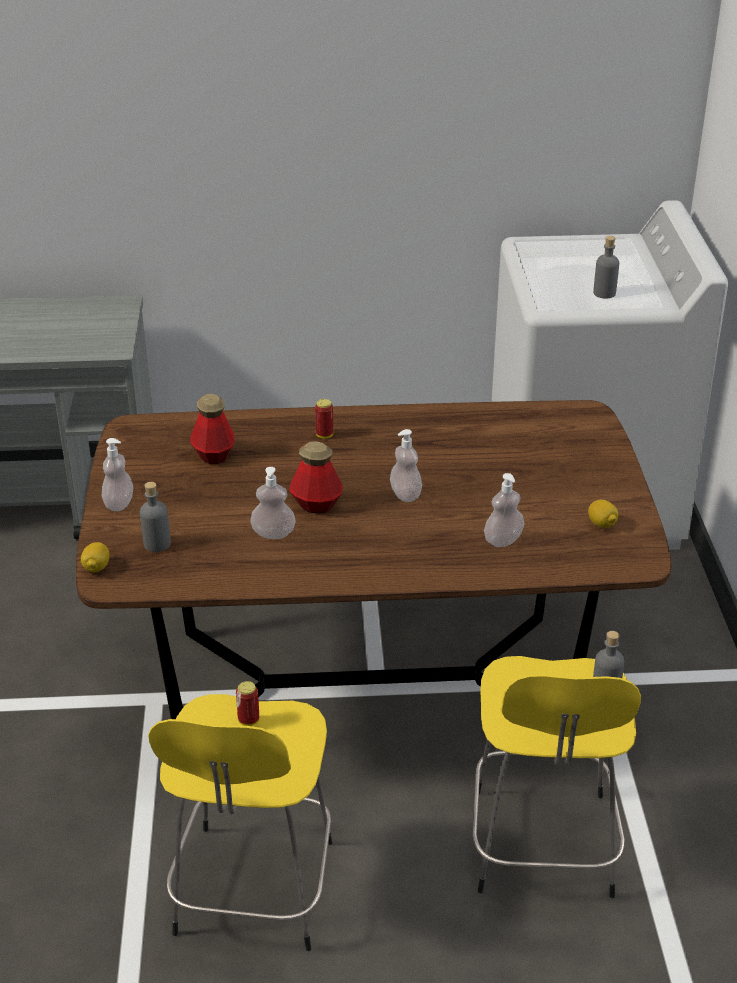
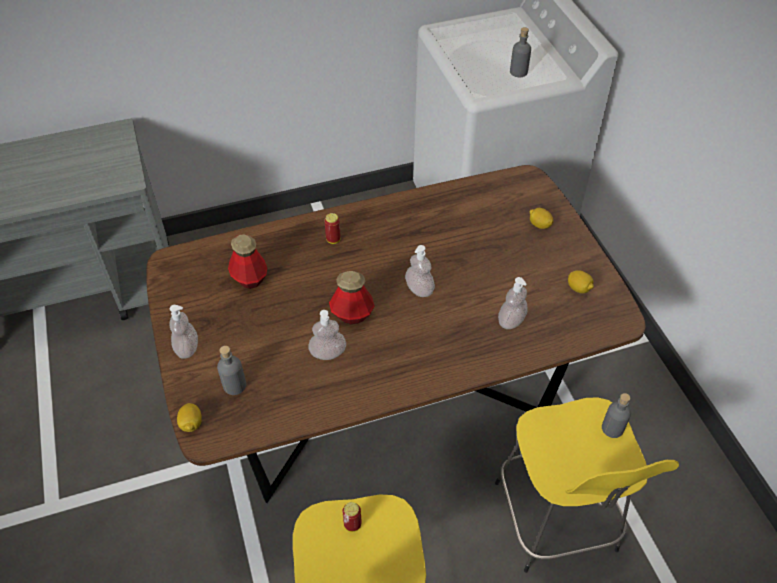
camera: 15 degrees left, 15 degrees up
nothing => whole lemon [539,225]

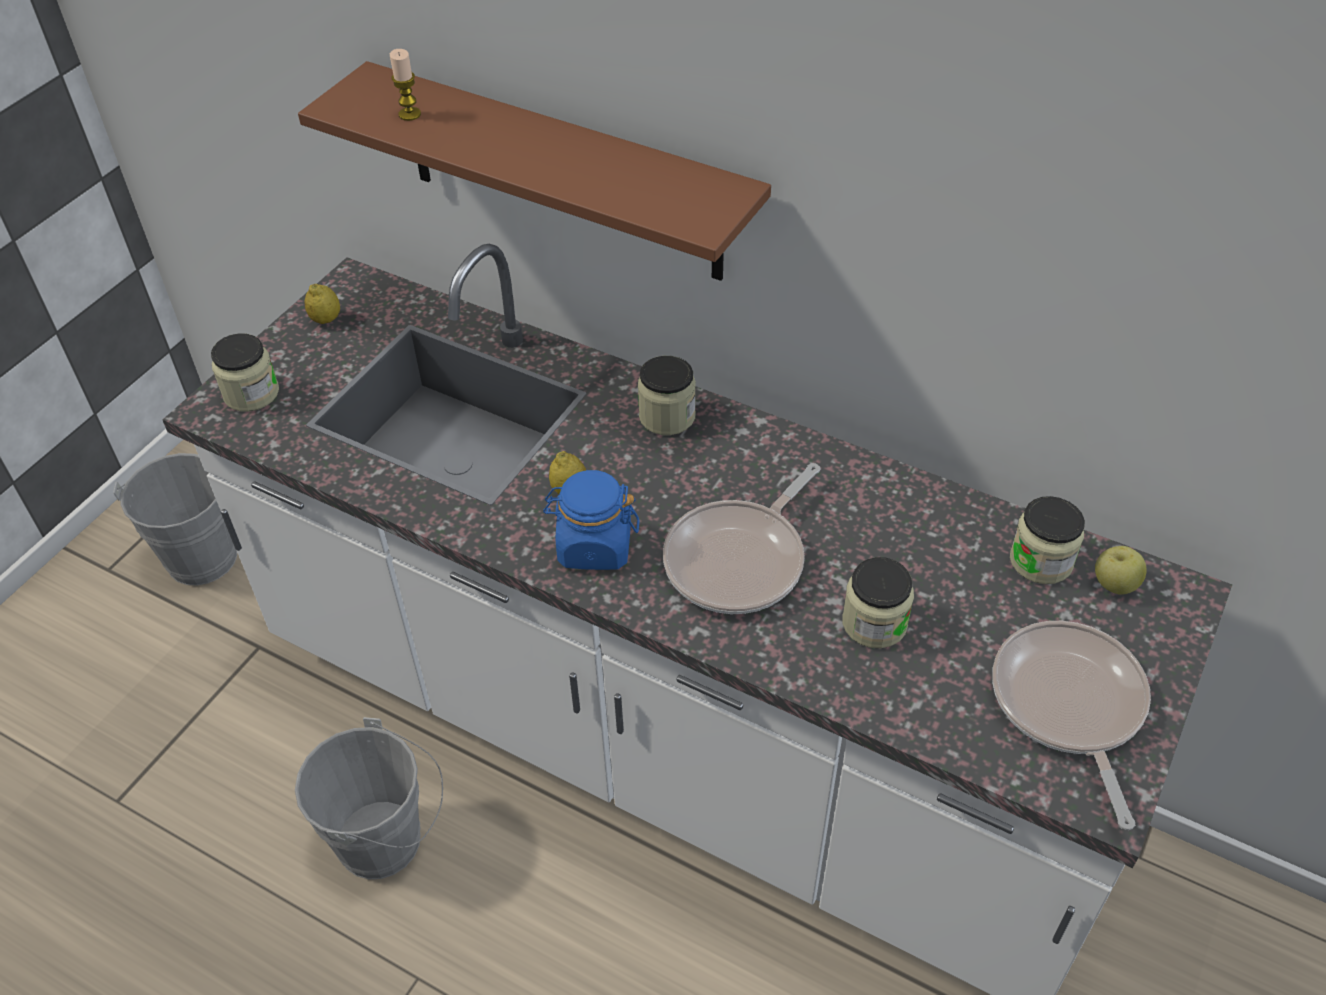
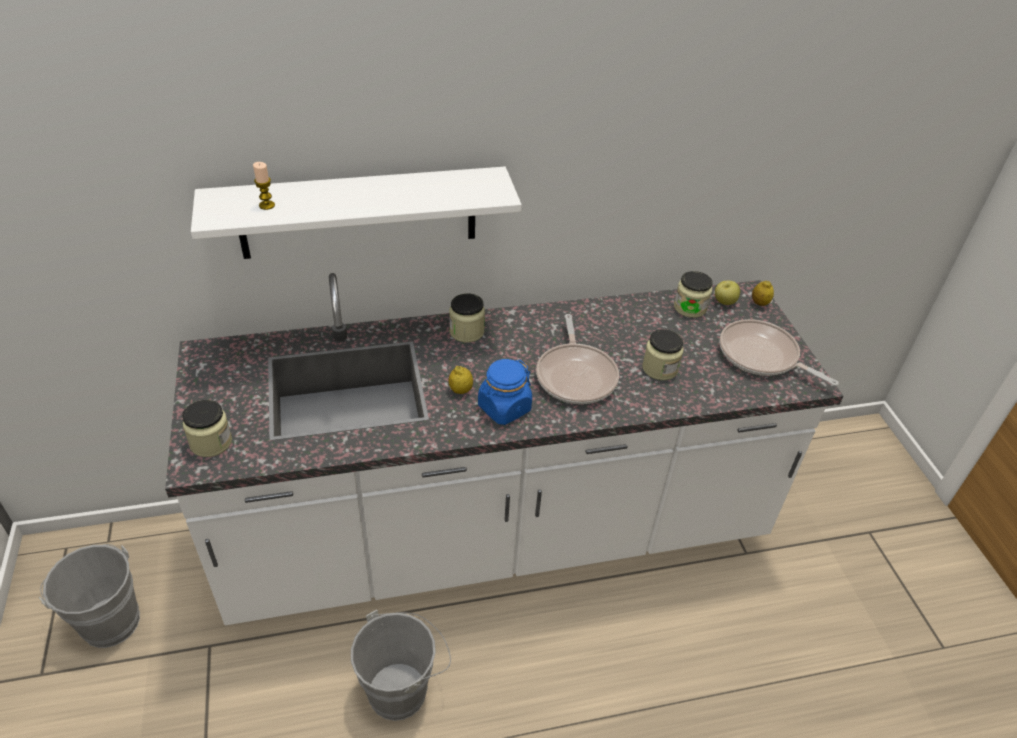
camera: 45 degrees left, 5 degrees down
brownish bracket shelf [561,173] => white-coloured bracket shelf [358,213]
whole lemon [326,319] => whole lemon [759,303], move

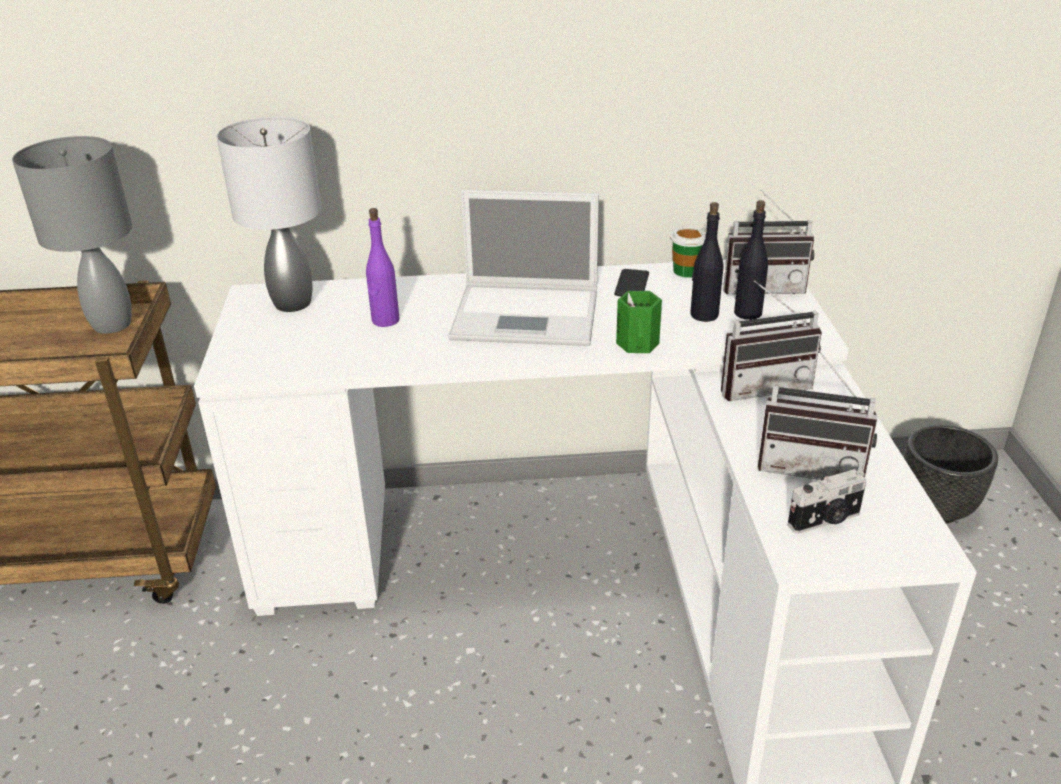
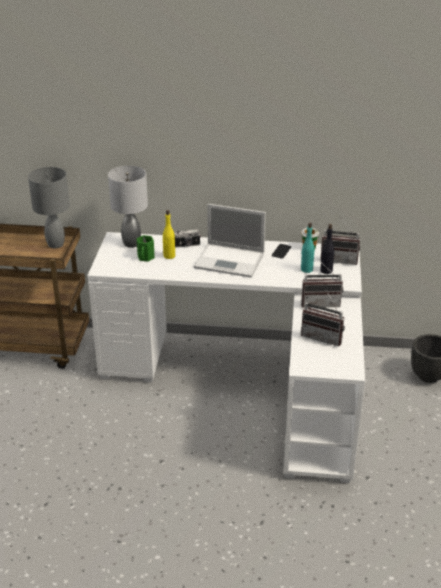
camera: 10 degrees right, 0 degrees up
green coffee mug [639,344] => green coffee mug [146,257], move
purplish drink bottle [385,320] => yellowish drink bottle [169,256]
still camera [825,520] => still camera [187,245], move
black drink bottle [704,315] => turquoise drink bottle [306,269]

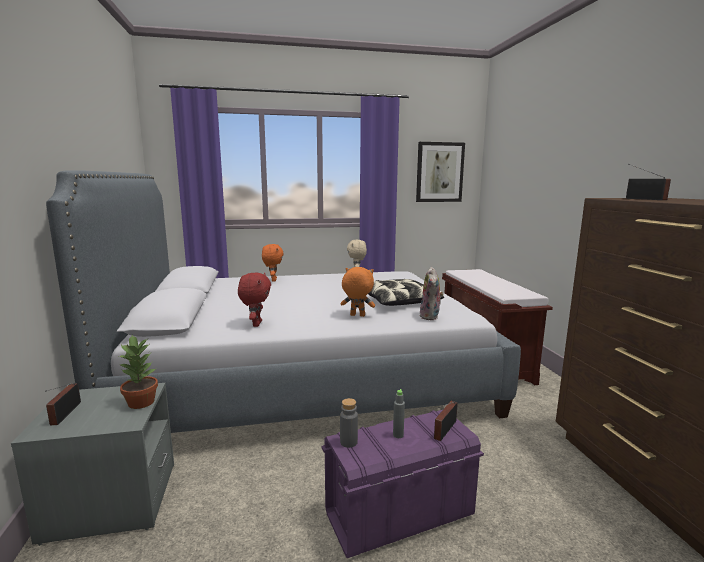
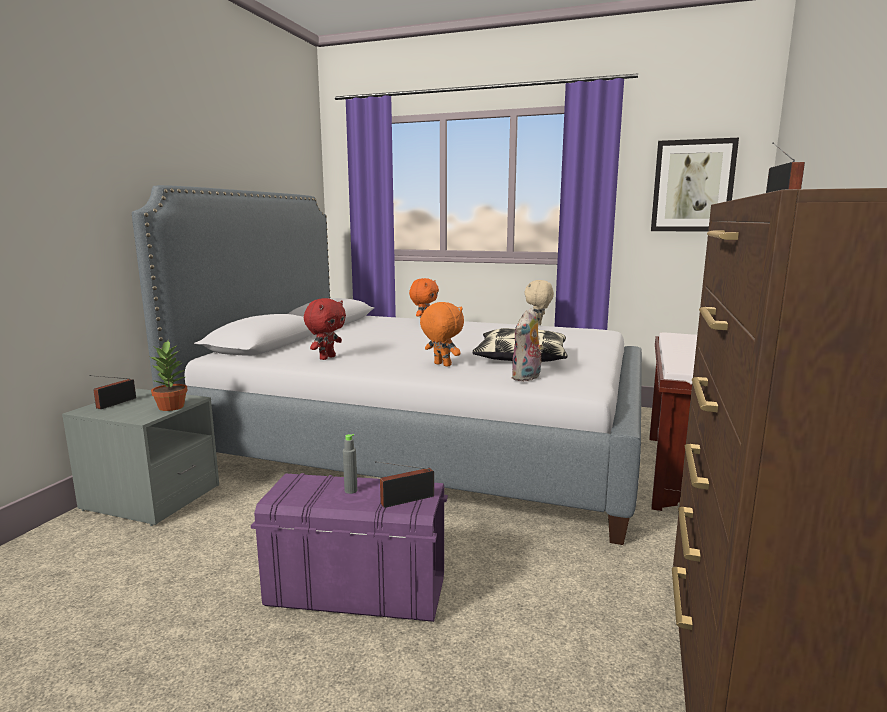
camera: 30 degrees right, 0 degrees up
gray drink bottle [348,442] => nothing

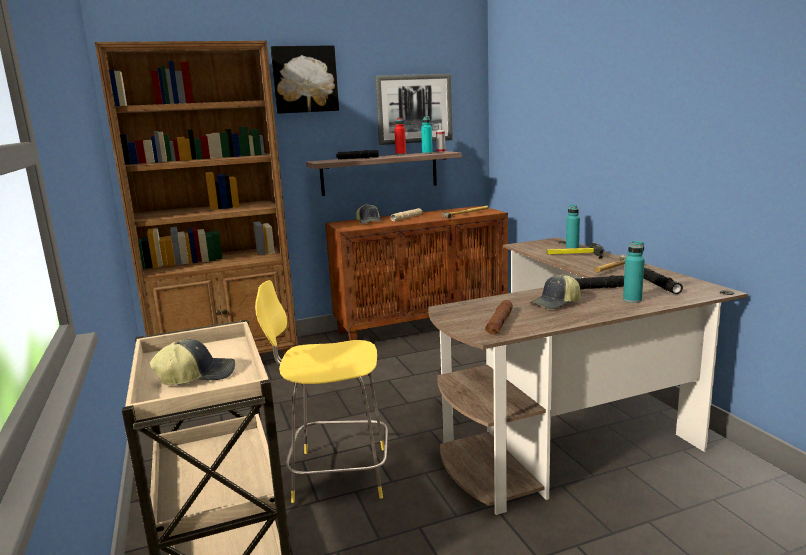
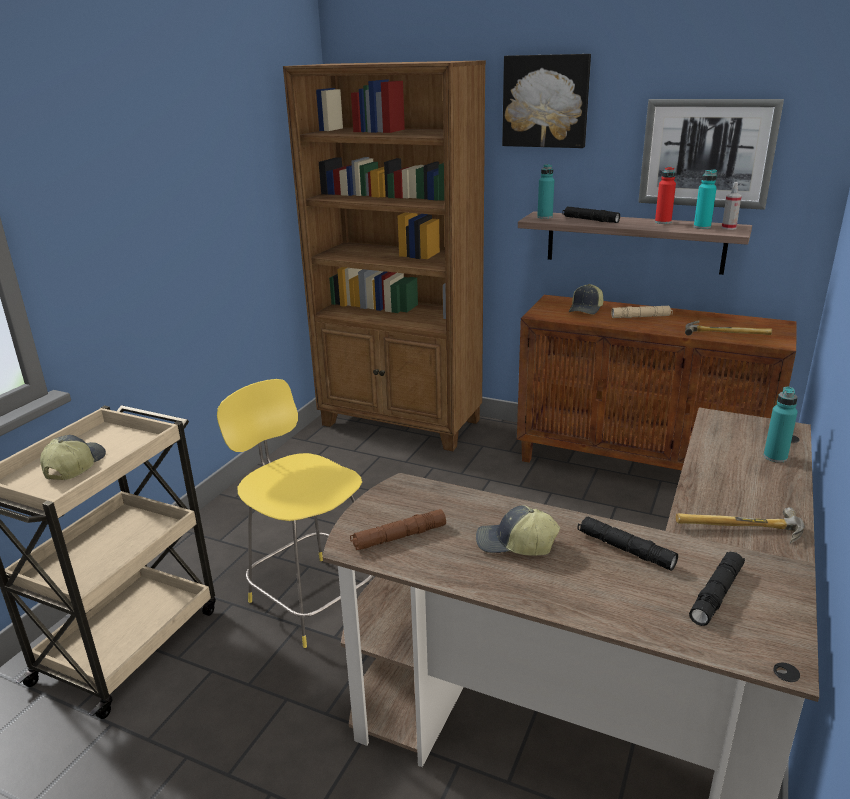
camera: 45 degrees right, 10 degrees up
peaked cap [197,375] => peaked cap [74,466], 105 degrees counterclockwise
turquoise drink bottle [632,300] => turquoise drink bottle [545,217], move
hand hammer [575,255] => nothing

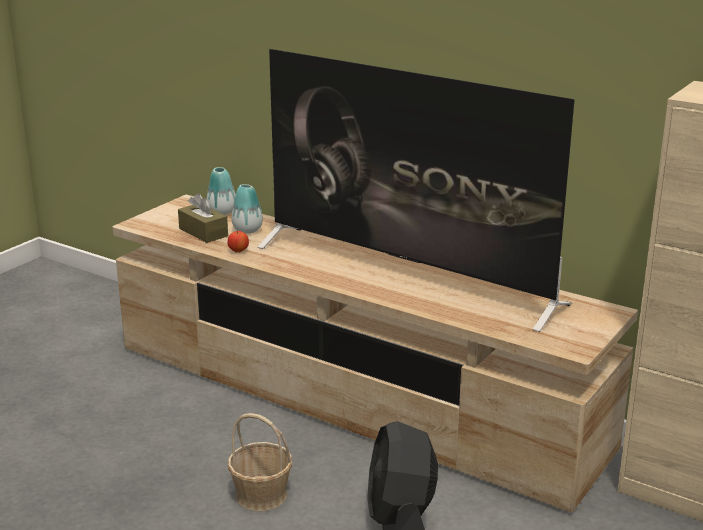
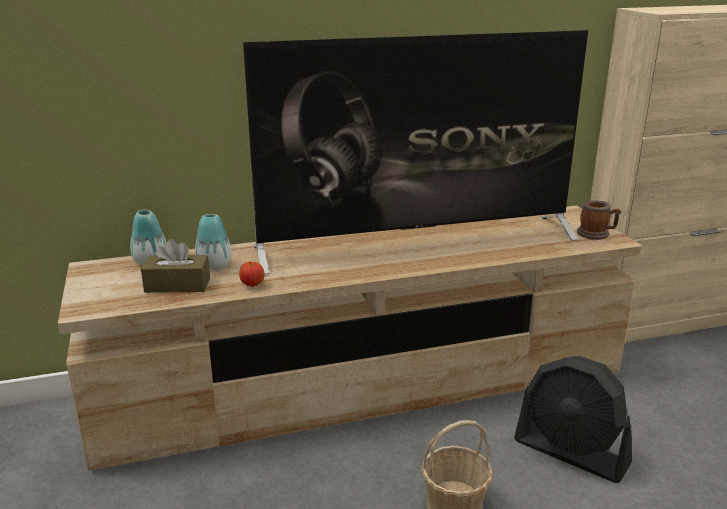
camera: 50 degrees left, 0 degrees up
nothing => coffee mug [596,234]

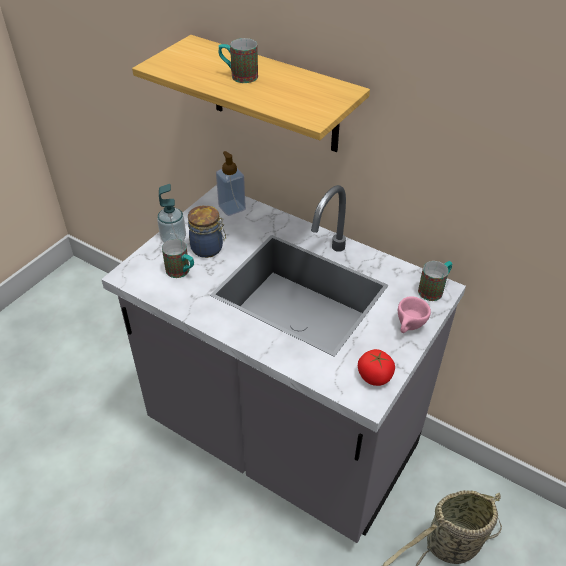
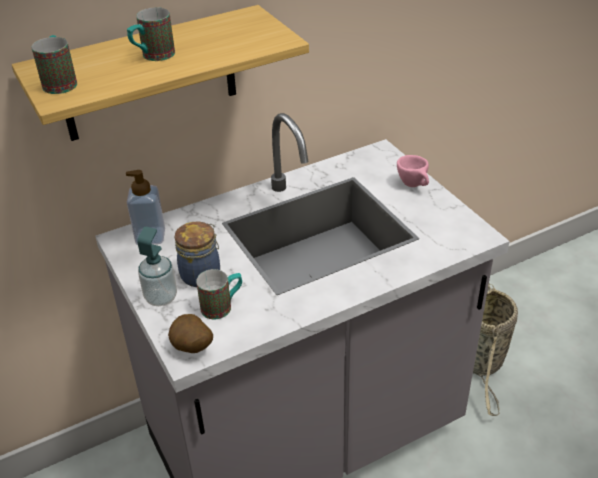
camera: 60 degrees left, 5 degrees down
coffee mug [434,289] => coffee mug [60,82], move
nothing => whole potato [192,349]
fresh tomato [374,376] => nothing

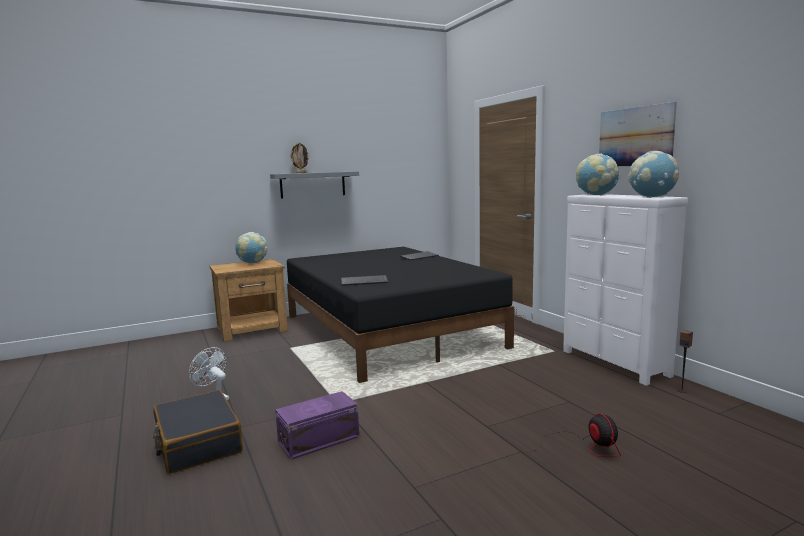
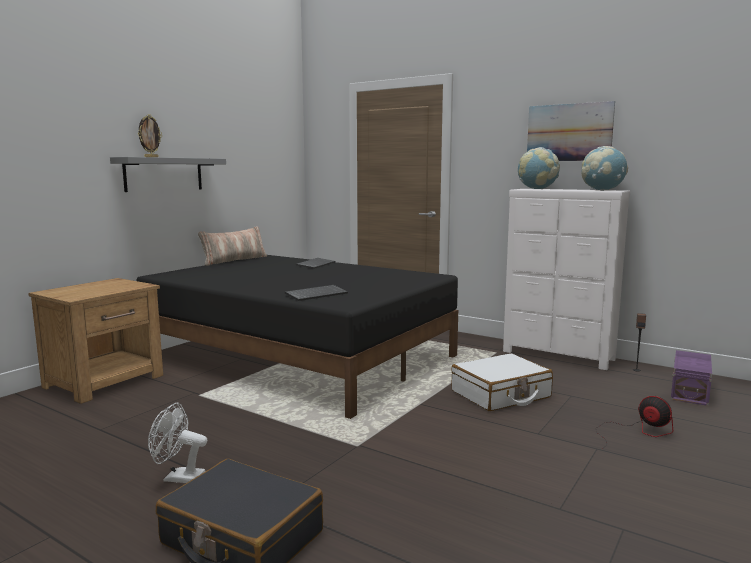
camera: 30 degrees left, 0 degrees up
nothing => throw pillow [234,260]
nothing => white-coloured travel case [501,394]
purplish storage bin [320,440] => purplish storage bin [690,391], move
desk globe [252,263] => nothing

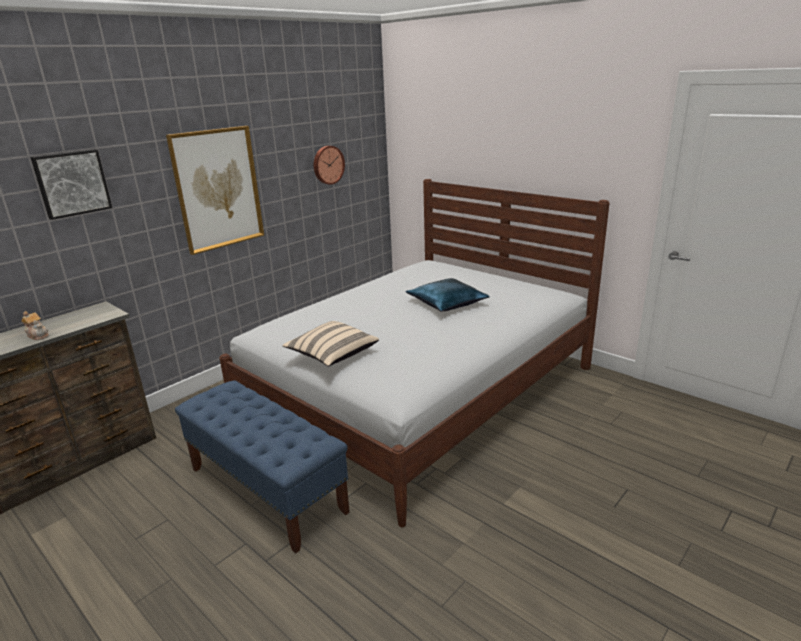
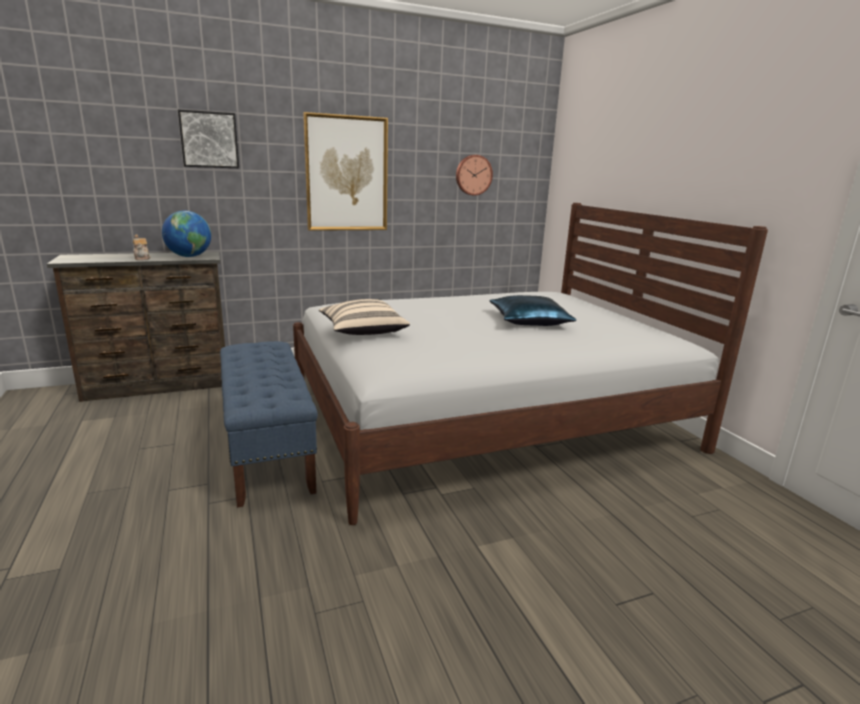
camera: 25 degrees right, 5 degrees down
nothing => desk globe [189,256]

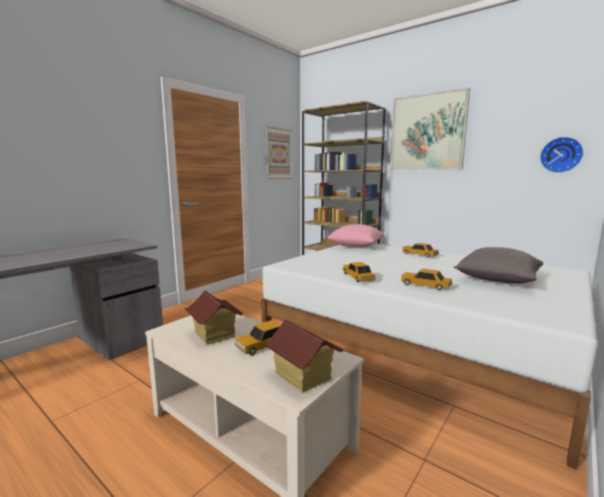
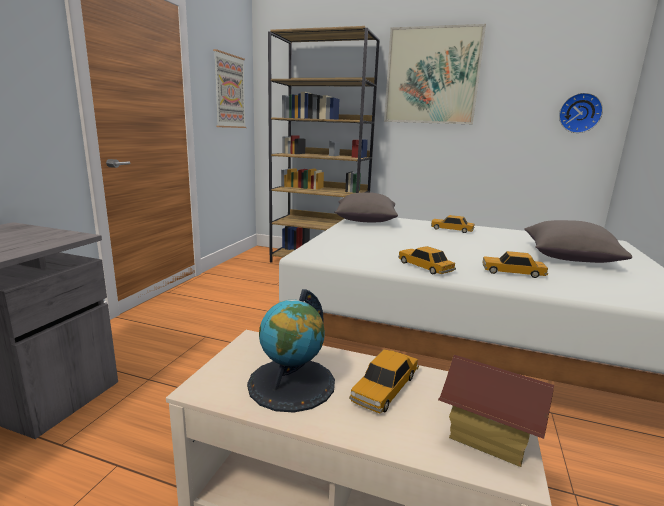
camera: 20 degrees left, 5 degrees up
toy house [214,334] => desk globe [292,383]
pink-coloured throw pillow [355,246] => gray throw pillow [365,221]

